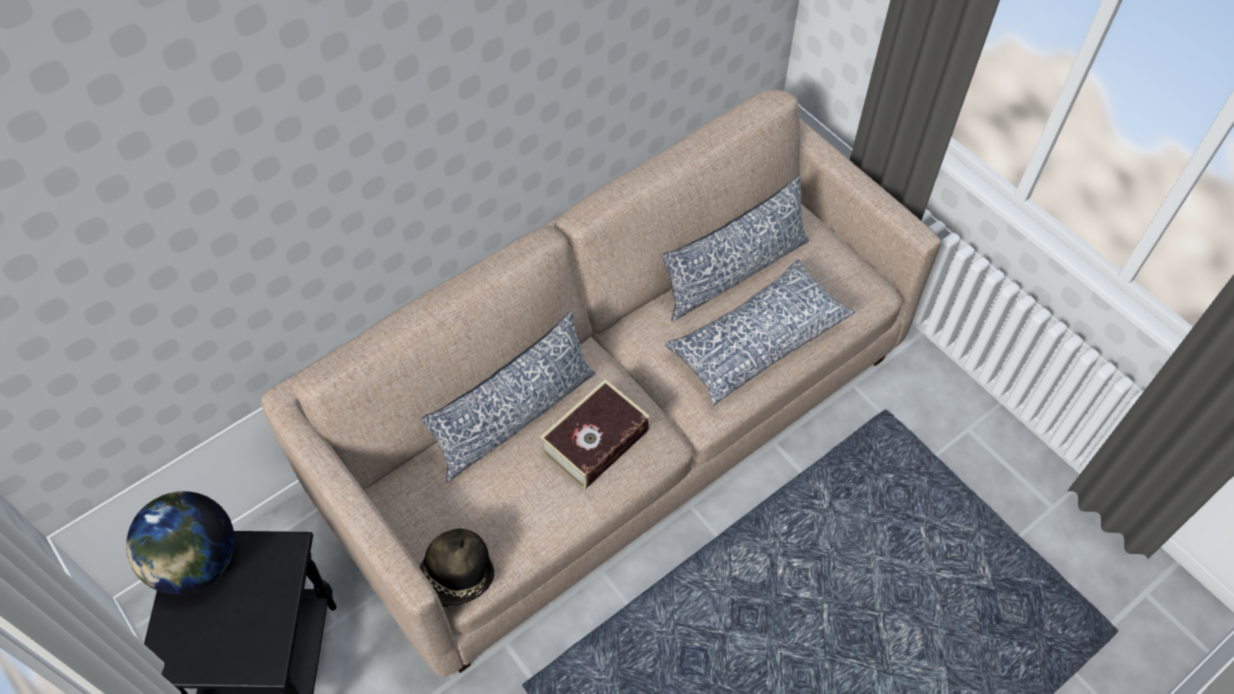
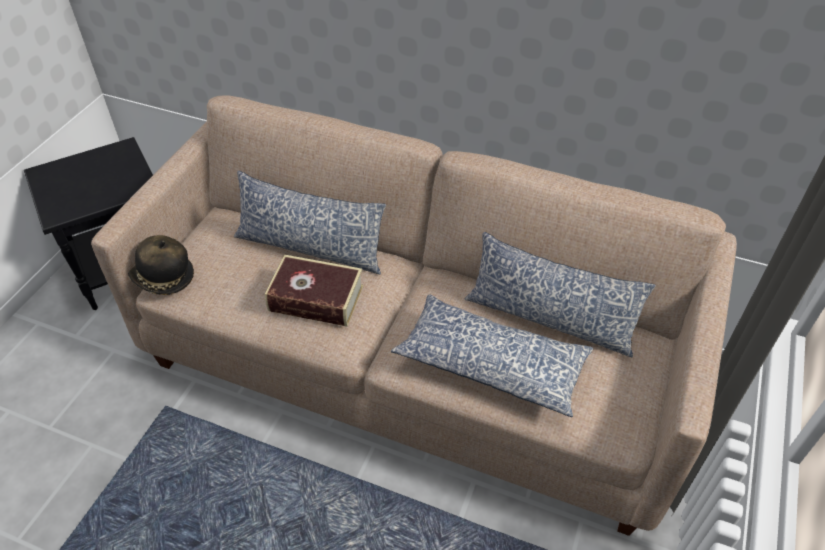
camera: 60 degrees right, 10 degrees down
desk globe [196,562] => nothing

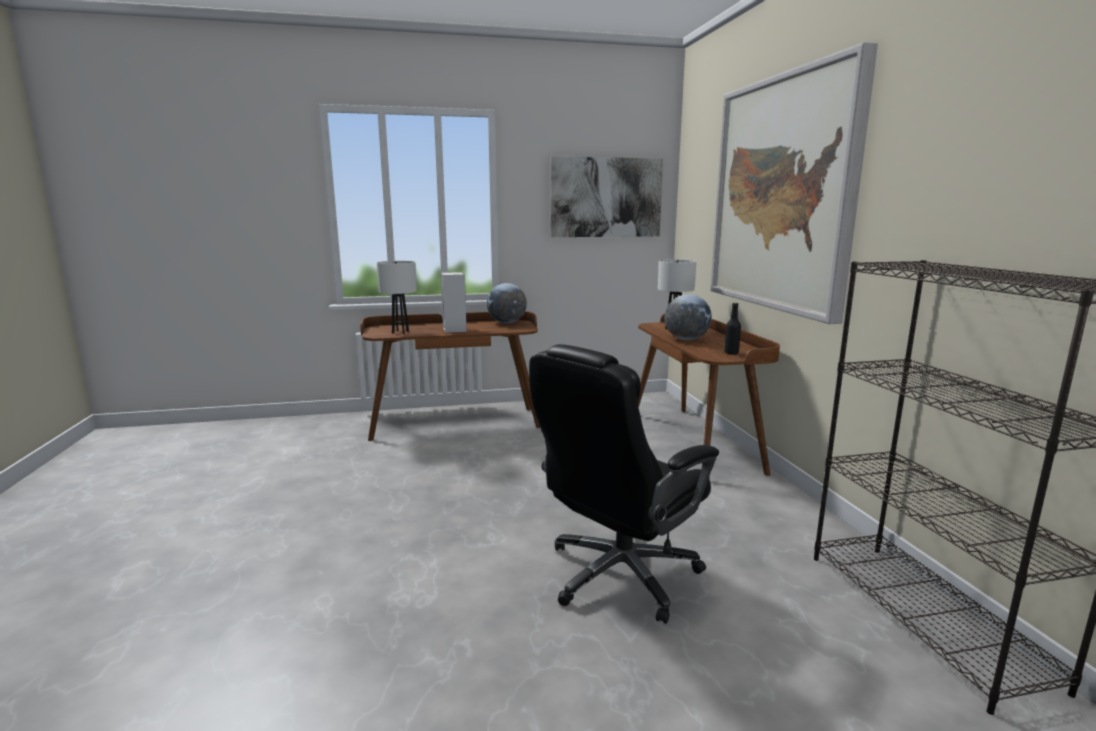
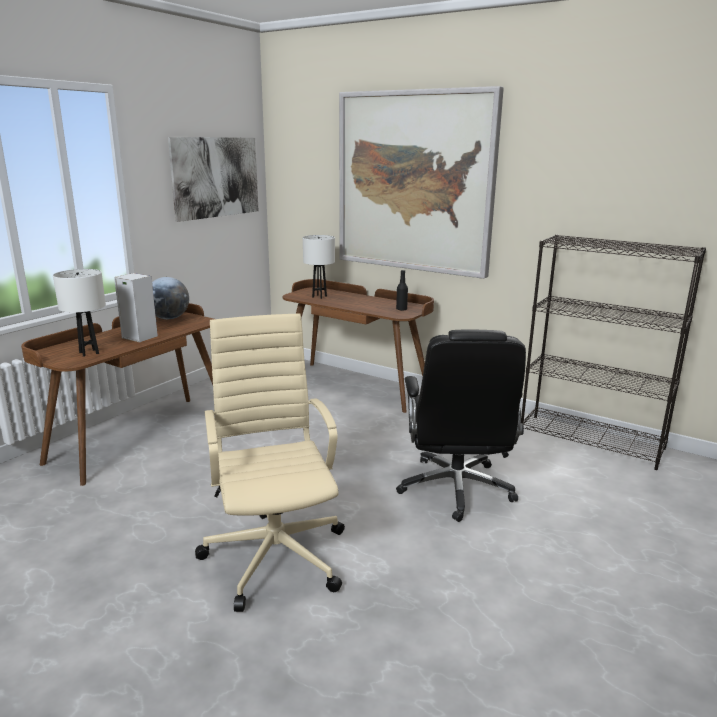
camera: 45 degrees left, 5 degrees up
nothing => sand-coloured desk chair [276,554]
desk globe [686,339] => nothing

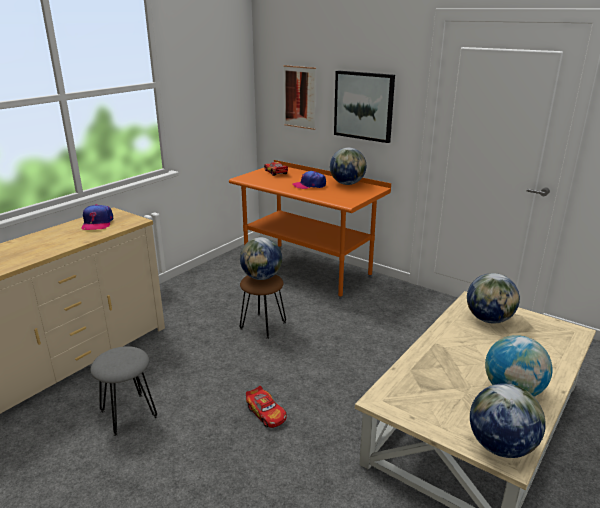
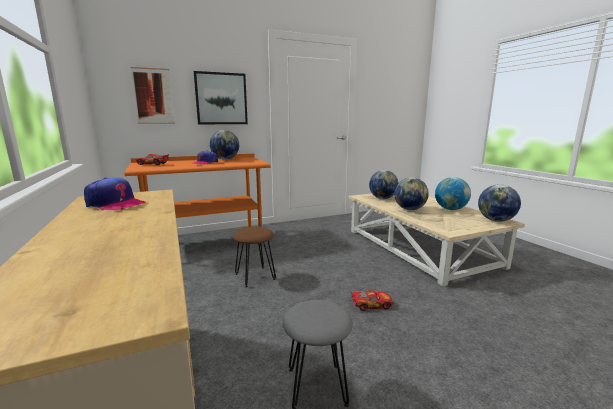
camera: 60 degrees left, 10 degrees down
desk globe [261,277] => desk globe [410,209], move

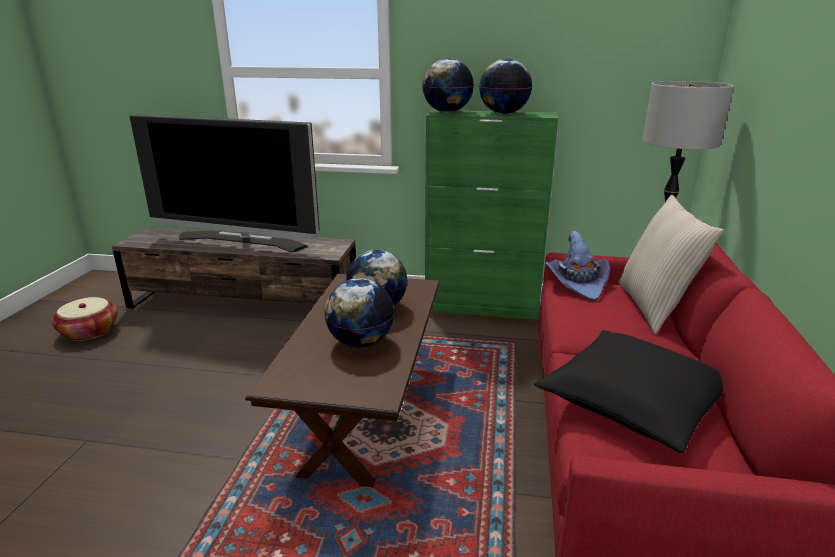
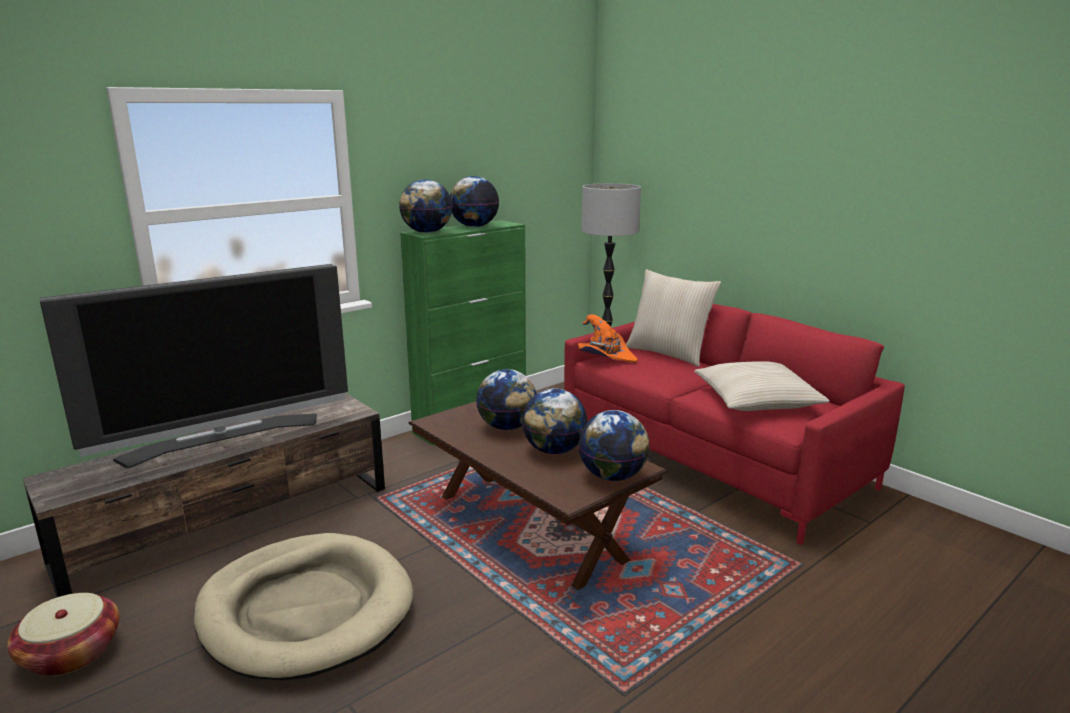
camera: 50 degrees left, 5 degrees down
nothing => sand-coloured pet bed [306,610]
purplish wearable hat [577,283] => orangey wearable hat [605,356]
nothing => desk globe [612,476]
black throw pillow [633,401] => sand-coloured throw pillow [756,400]

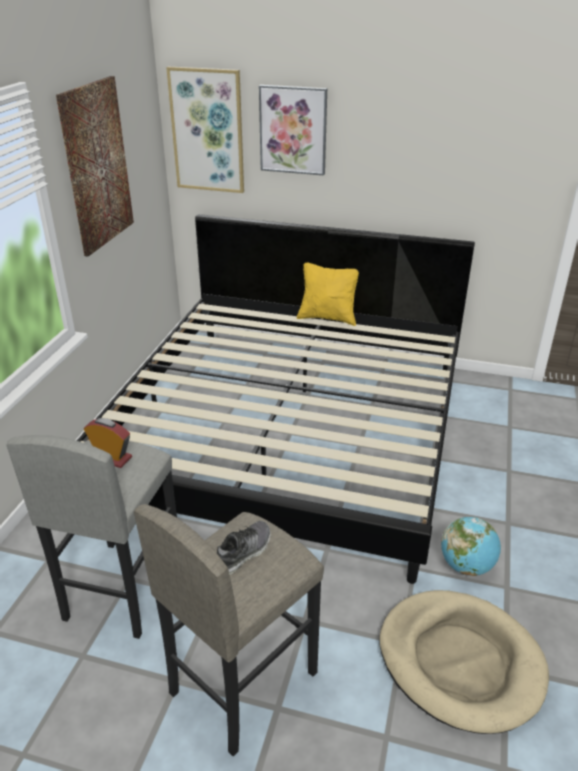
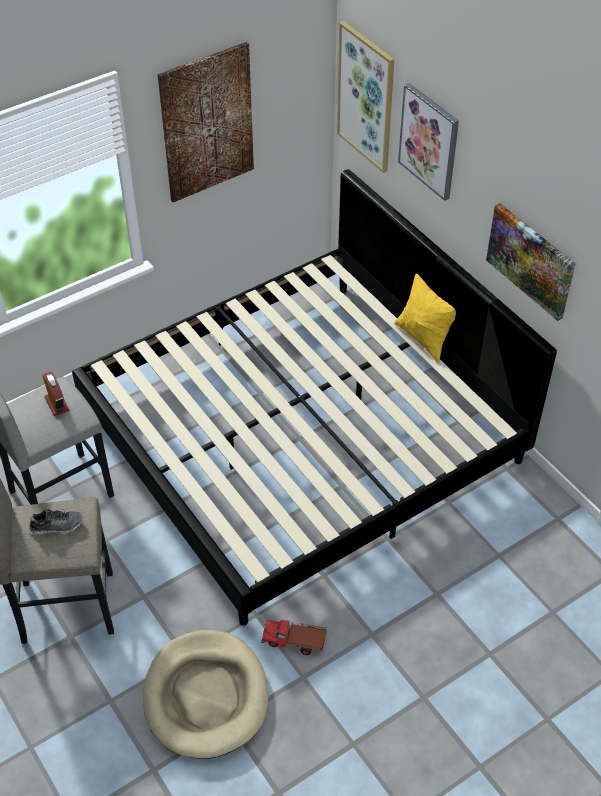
camera: 40 degrees right, 15 degrees up
desk globe [466,566] => toy lorry [295,641]
nothing => wall picture [531,260]

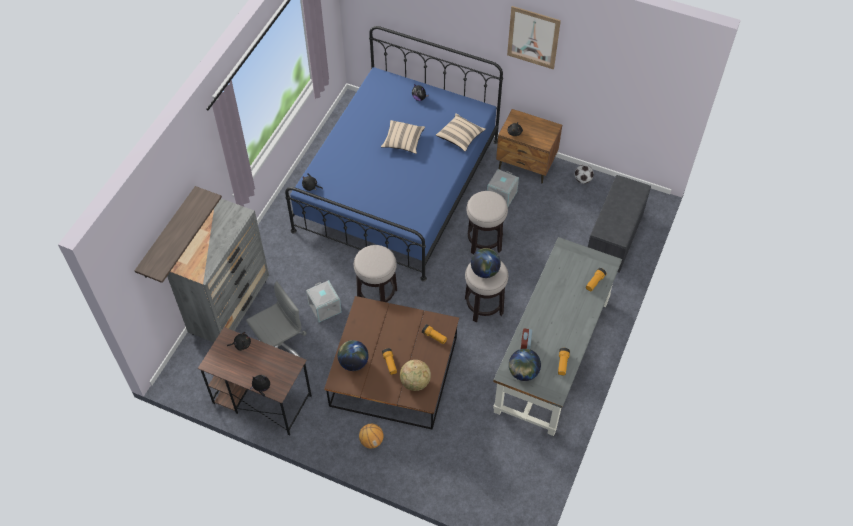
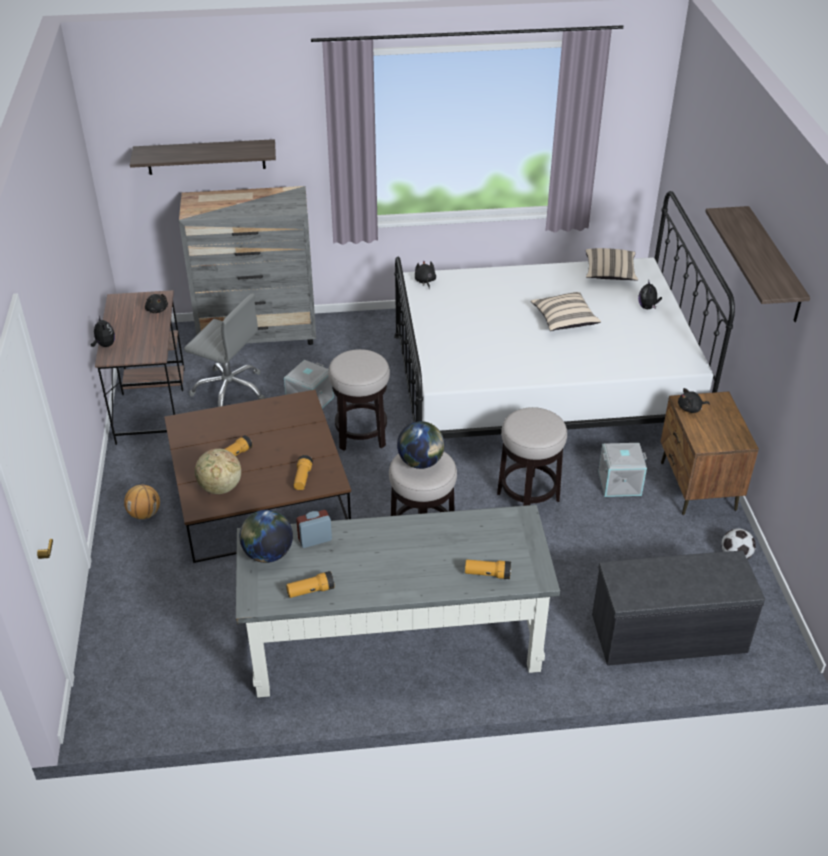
camera: 60 degrees right, 15 degrees down
blue-coloured sleeping bed [397,185] => white-coloured sleeping bed [541,386]
sand-coloured throw pillow [460,137] => sand-coloured throw pillow [609,274], move
wall picture [533,37] => bracket shelf [774,265]
desk globe [353,362] => nothing

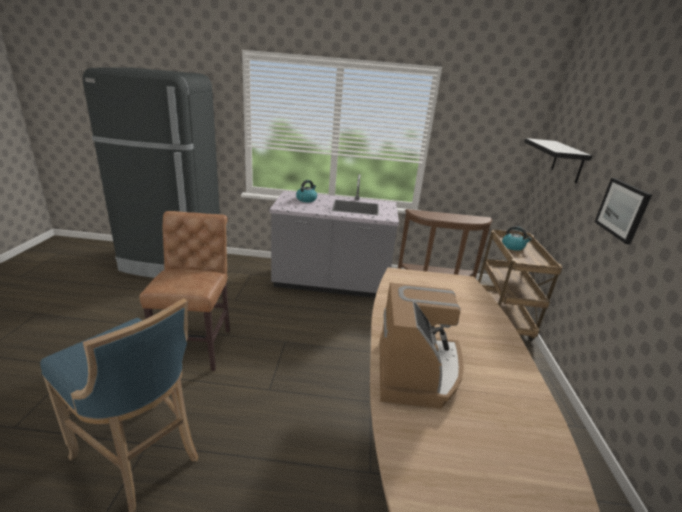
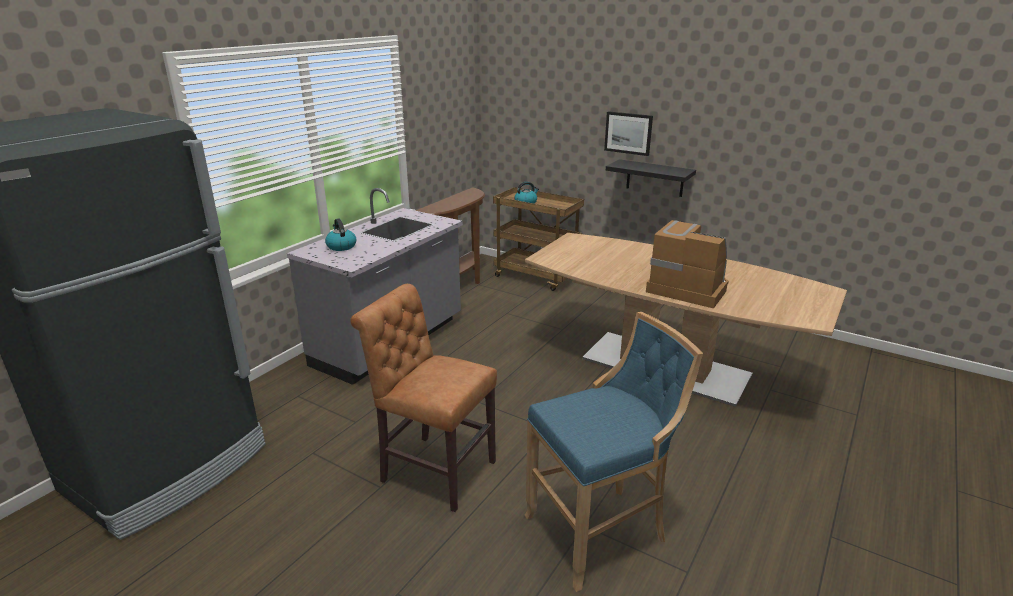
camera: 60 degrees left, 0 degrees up
black bracket shelf [568,161] => black bracket shelf [655,178], move

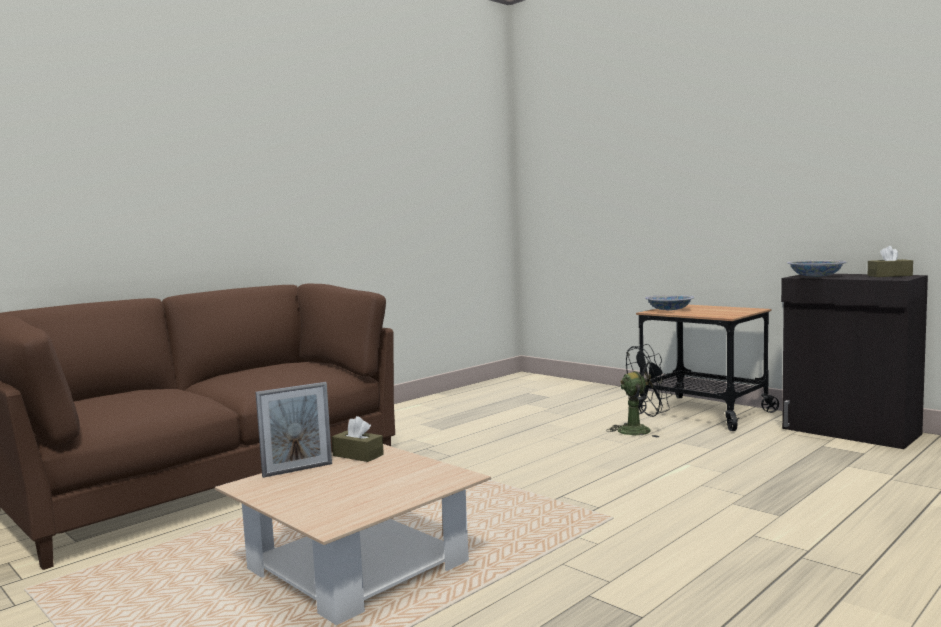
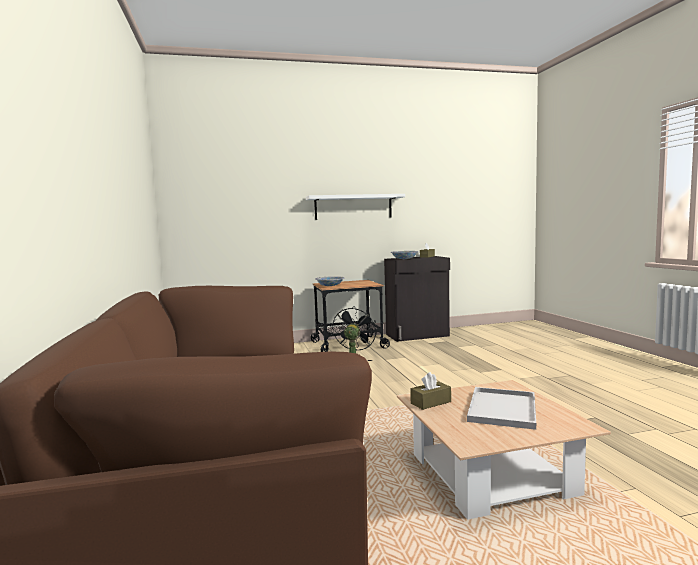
camera: 60 degrees left, 0 degrees up
nothing => white-coloured bracket shelf [353,207]
nothing => white-coloured tray [503,409]
picture frame [297,470] => nothing

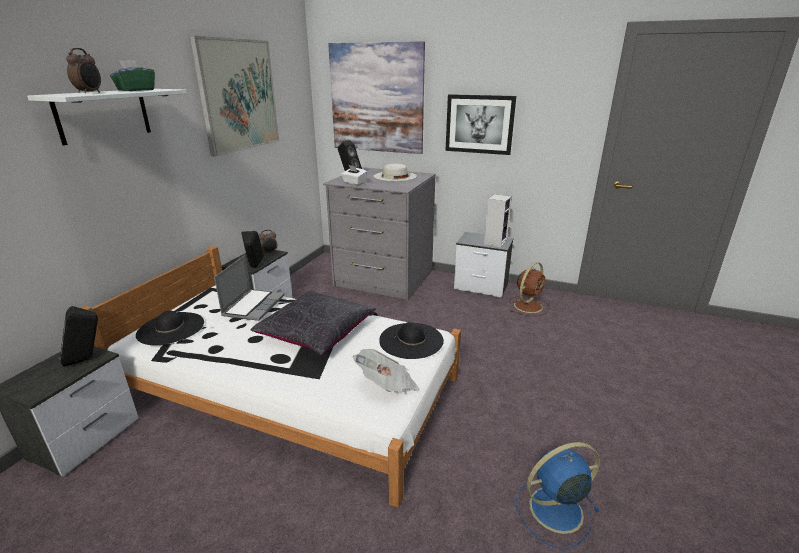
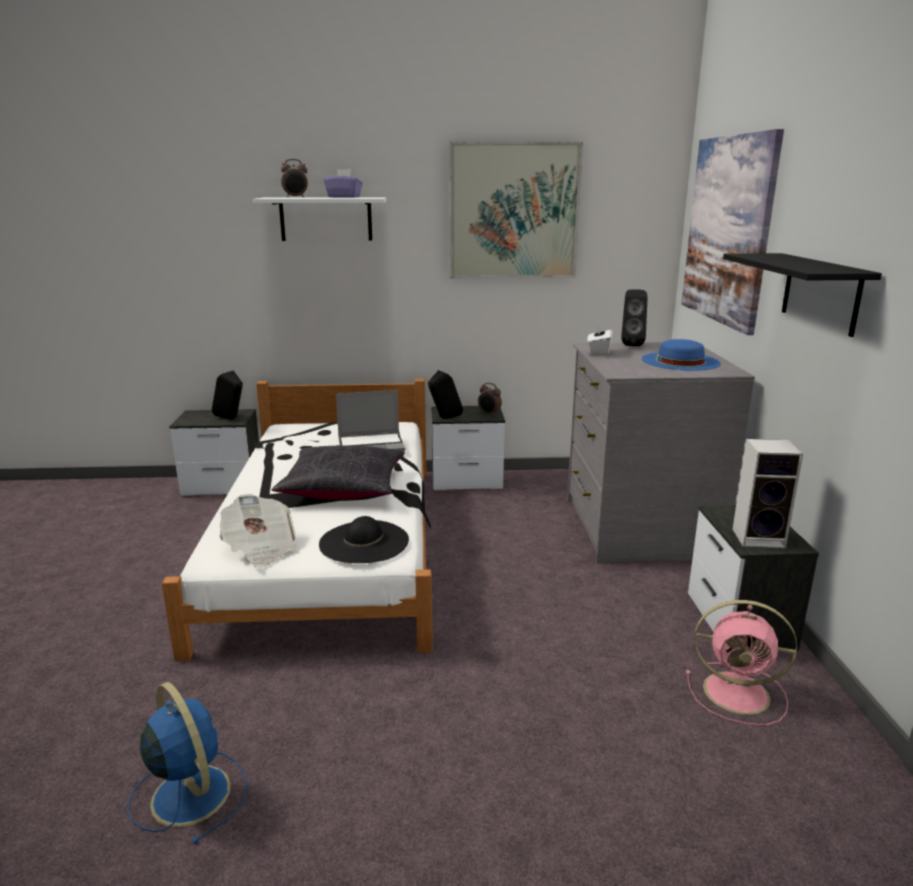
camera: 65 degrees right, 5 degrees down
green tissue holder [136,90] => purplish tissue holder [344,197]
white-coloured wearable hat [395,176] => blue-coloured wearable hat [680,361]
brownish electric fan [528,305] => pink-coloured electric fan [739,693]
wall picture [479,124] => black bracket shelf [820,293]
black wearable hat [171,328] => nothing

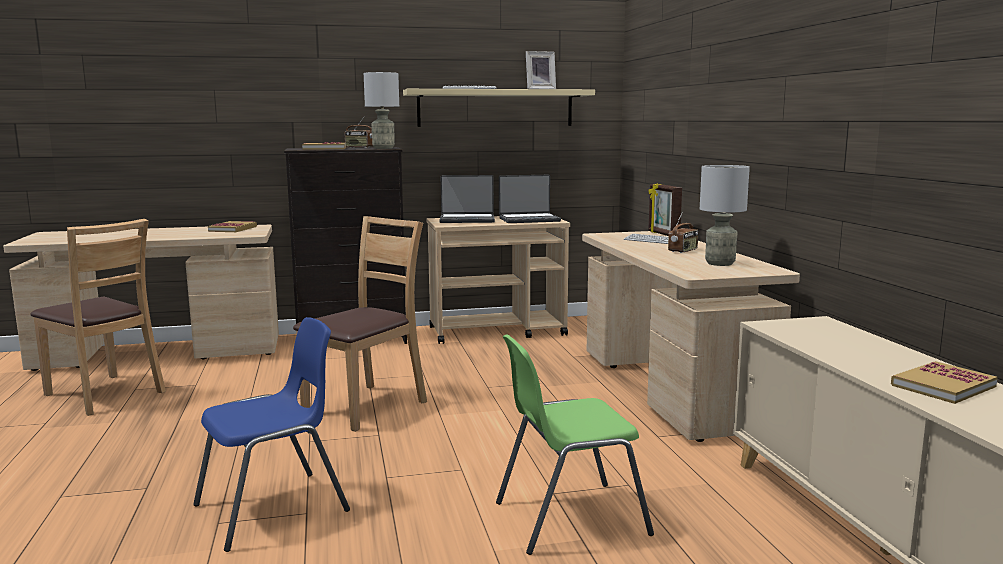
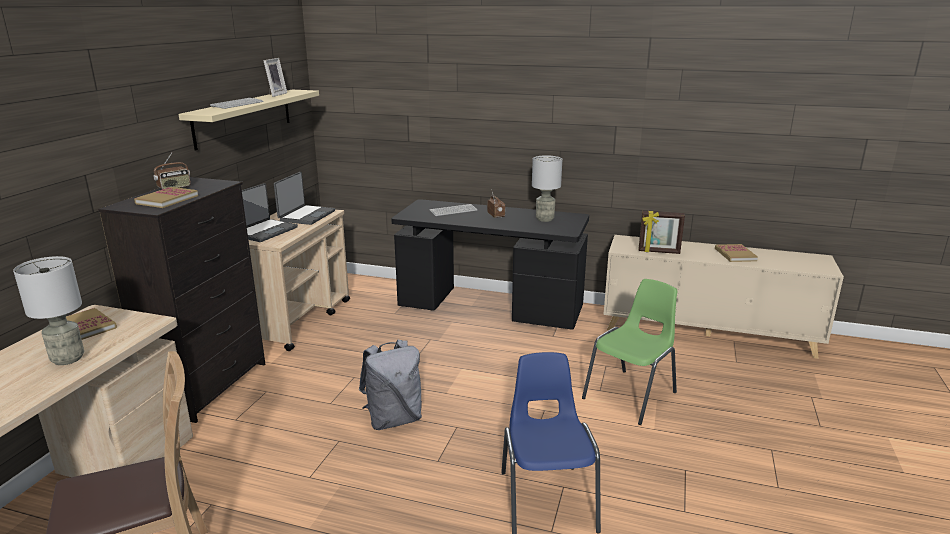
camera: 60 degrees left, 10 degrees up
gray lamp for a table [383,148] => gray lamp for a table [67,359], move
brownish plain chair [366,407] => gray knapsack [393,419]
sand-coloured desk [669,389] => black desk [490,307]
green plain chair [568,518] => green plain chair [631,395], 150 degrees counterclockwise
picture frame [662,234] => picture frame [659,252], move

